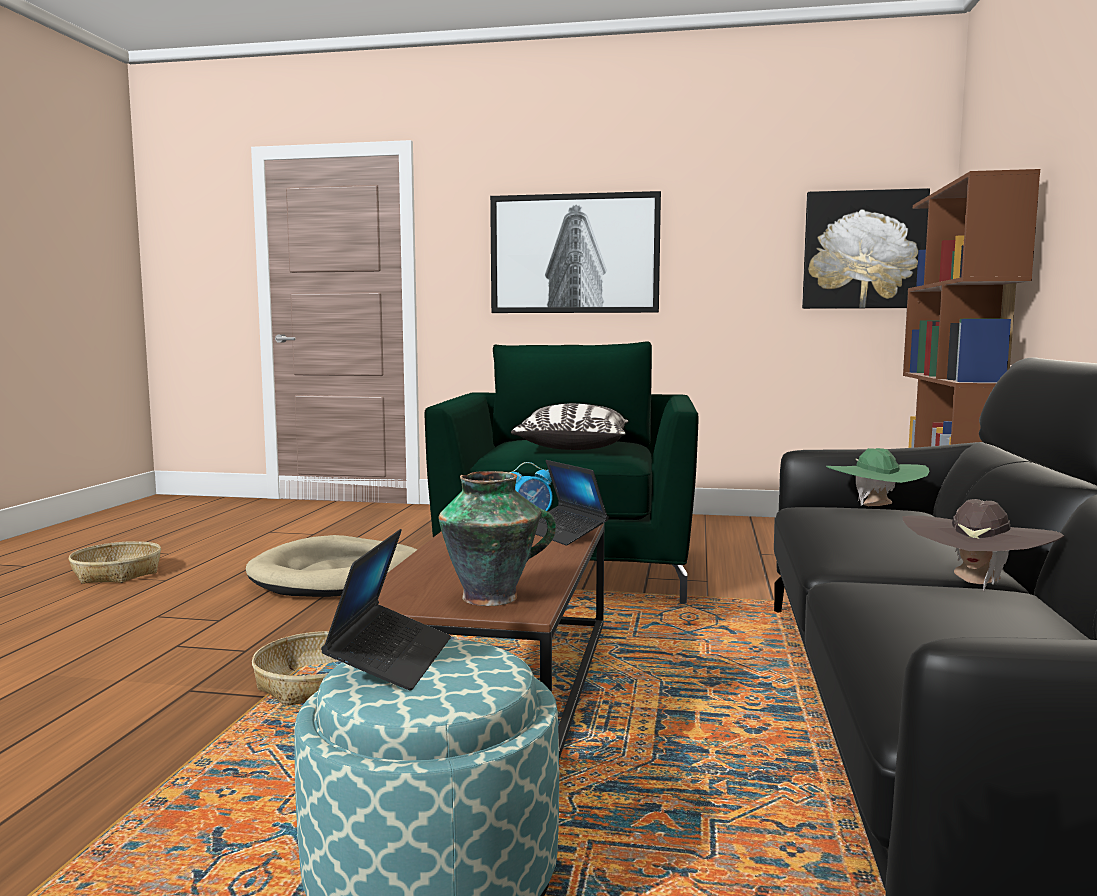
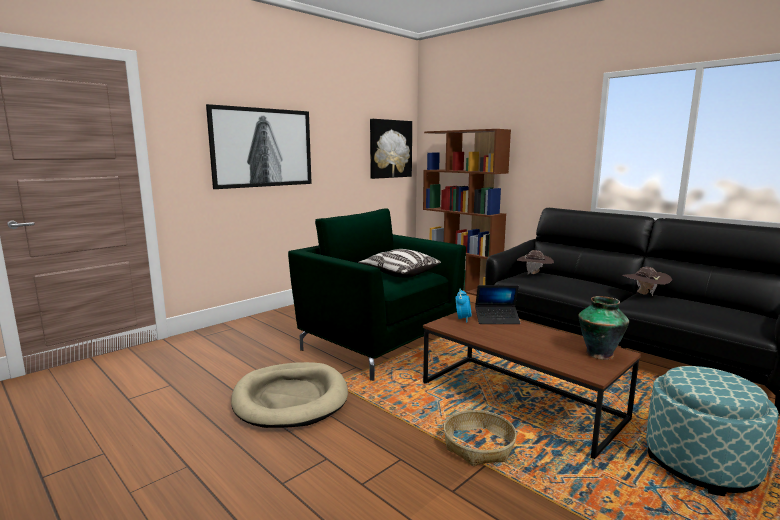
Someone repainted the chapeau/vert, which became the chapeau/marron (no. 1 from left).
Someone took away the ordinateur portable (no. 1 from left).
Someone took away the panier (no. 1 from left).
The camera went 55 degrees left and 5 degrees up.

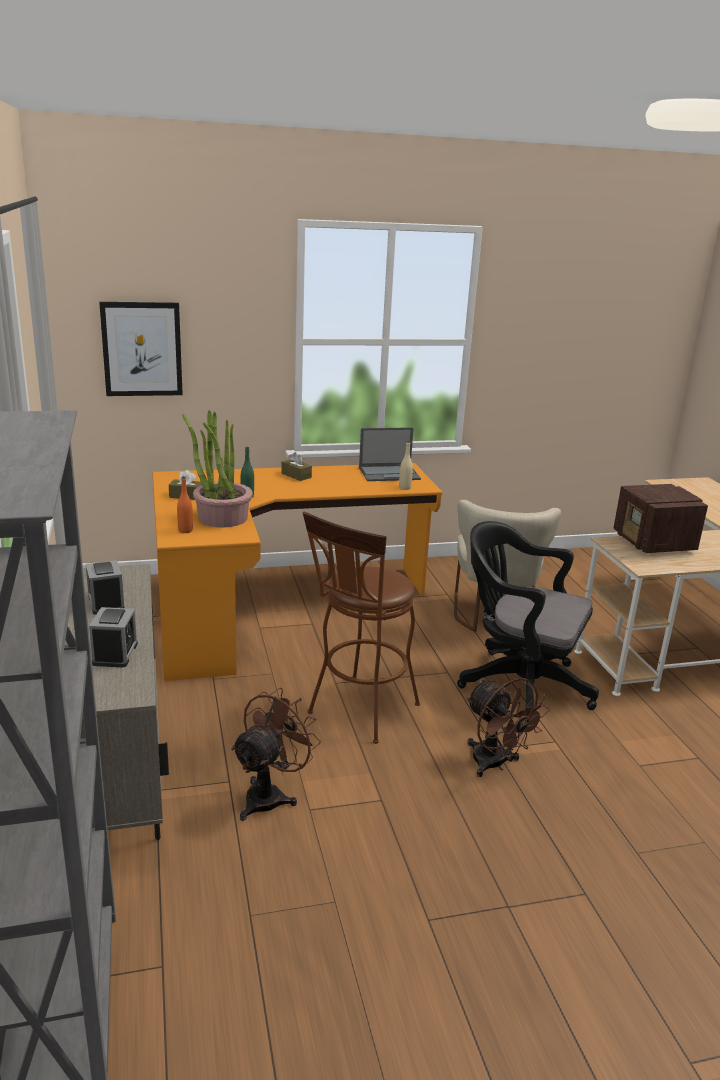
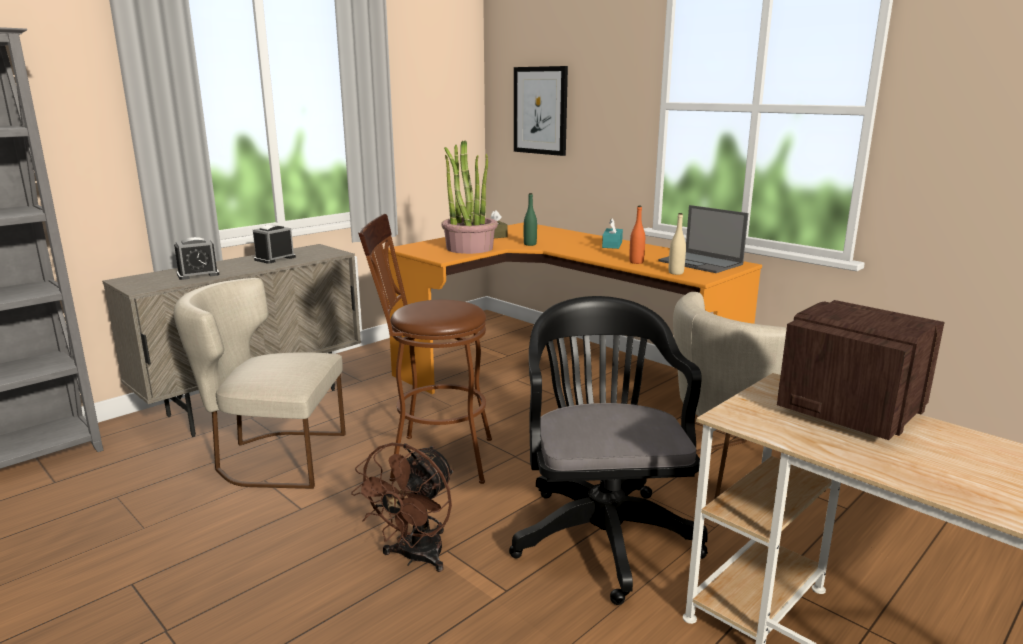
Someone repainted the boîte à mouchoirs/marron (no. 2 from left), which became the boîte à mouchoirs/turquoise.
Someone carried the bouteille/orange.
Someone swapped the ventilateur/marron (no. 1 from left) for the chaise/beige (no. 1 from left).
The camera went 60 degrees right and 5 degrees down.

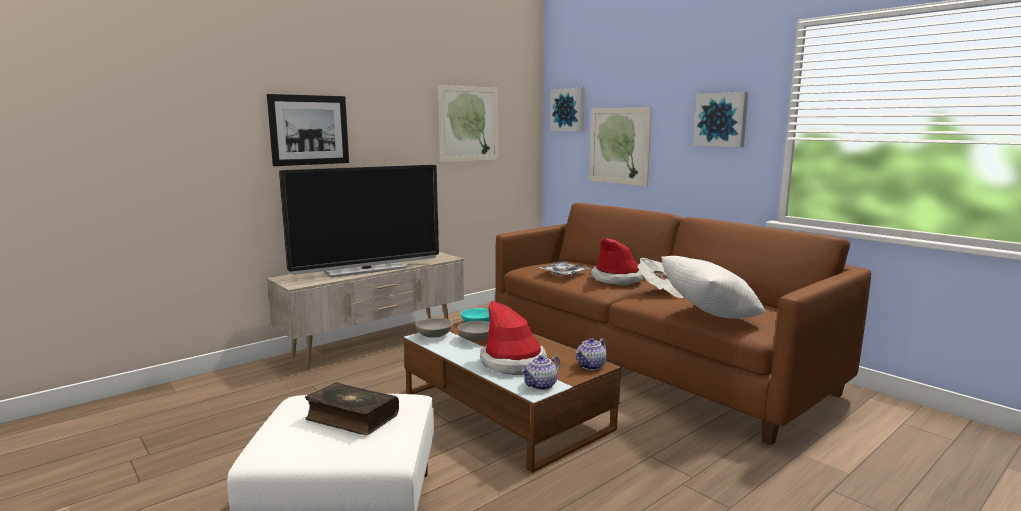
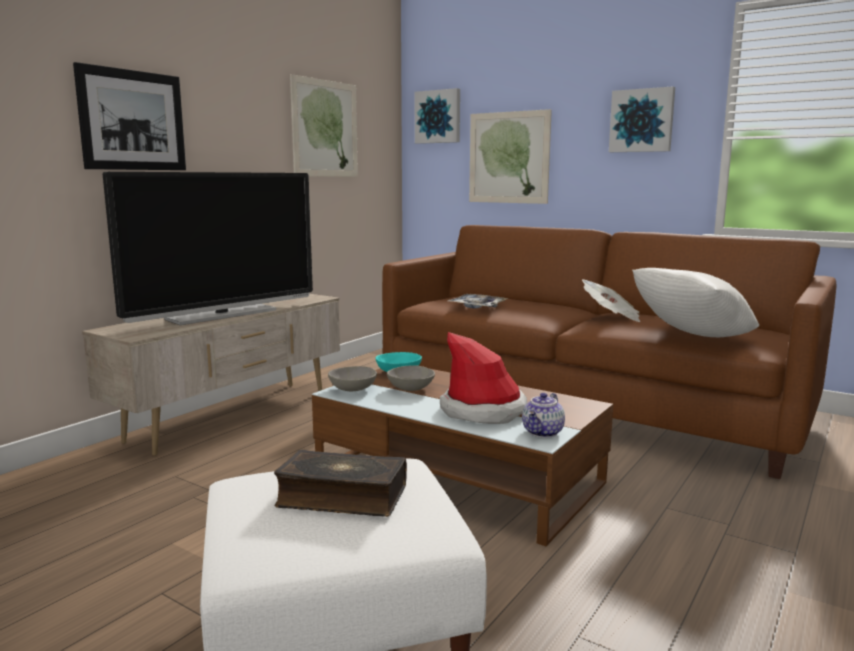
Someone took away the chapeau (no. 2 from left).
Someone took away the théière (no. 2 from left).
The camera went 15 degrees left and 0 degrees up.

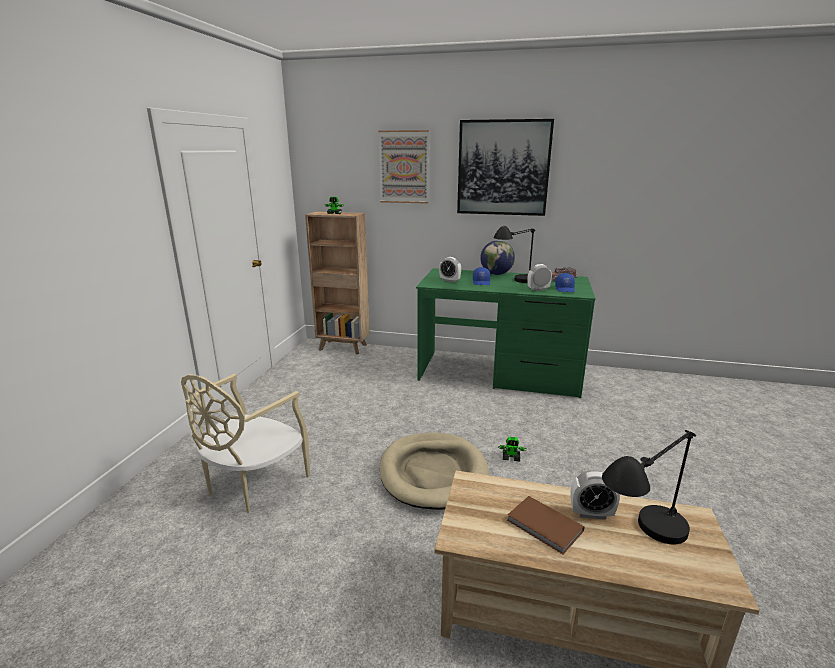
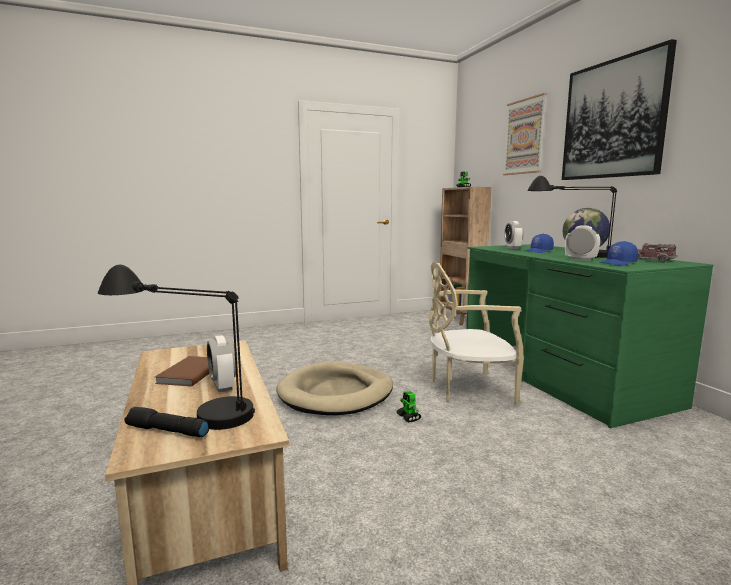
Someone carried the chaise/beige.
Someone put down the lampe de poche/noir.
The camera went 55 degrees right and 10 degrees down.

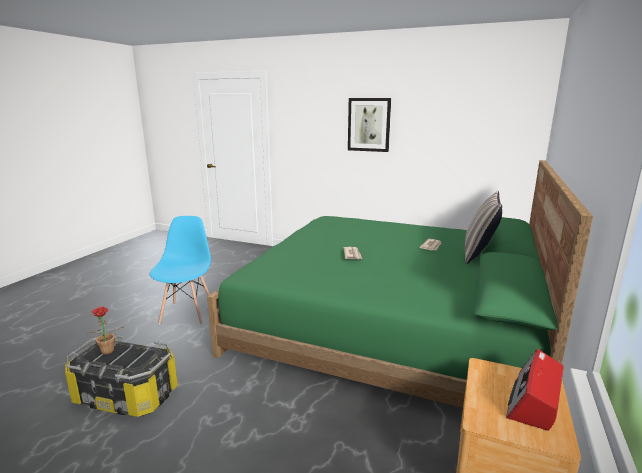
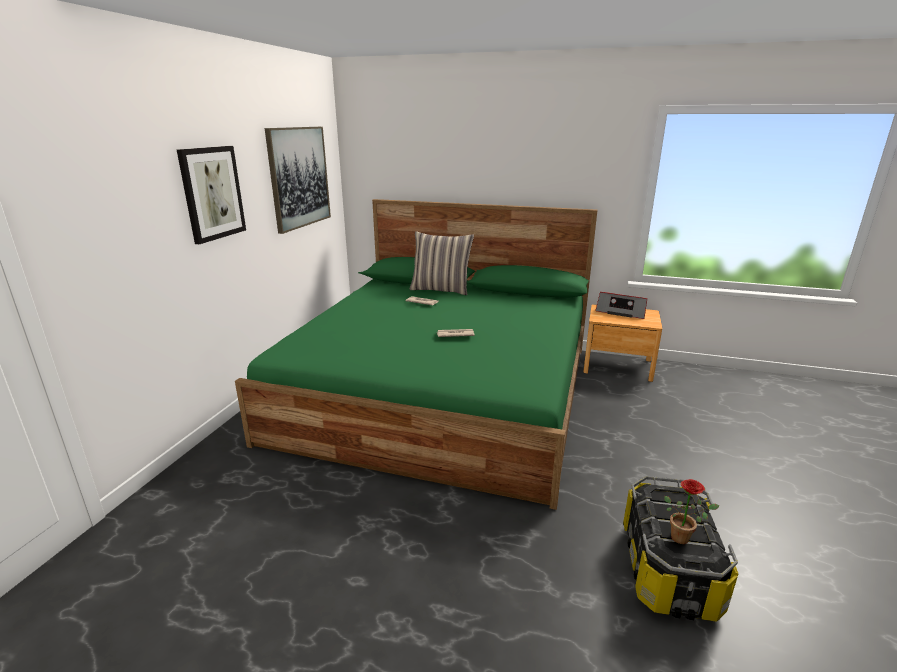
Someone took away the chaise/bleu.
Someone put up the tableau (no. 2 from left).
The camera went 95 degrees left and 5 degrees up.

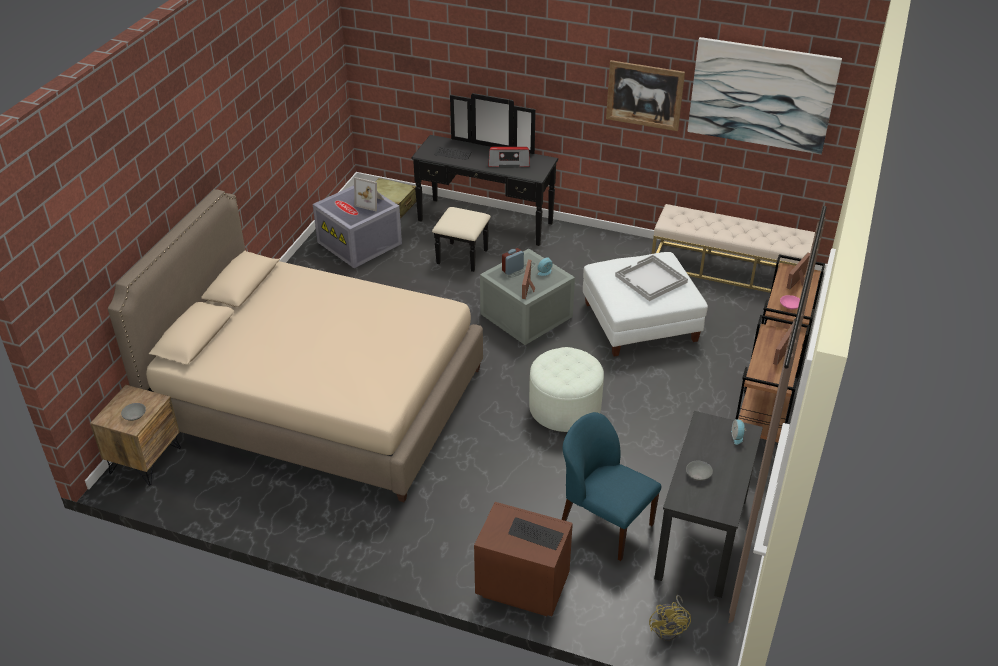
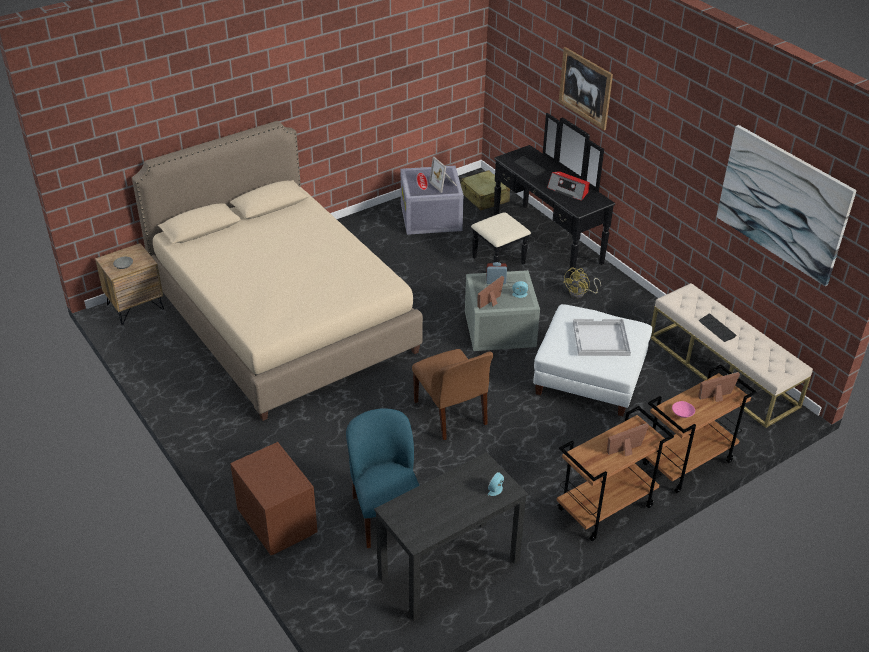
Someone carried the tableau (no. 1 from left).
Someone swapped the pouf/blanc (no. 1 from left) for the chaise/marron.
Someone took away the bol/gris (no. 2 from left).
Someone carried the clavier (no. 2 from left).
Someone carried the ventilateur/jaune.
The camera went 35 degrees right and 0 degrees up.

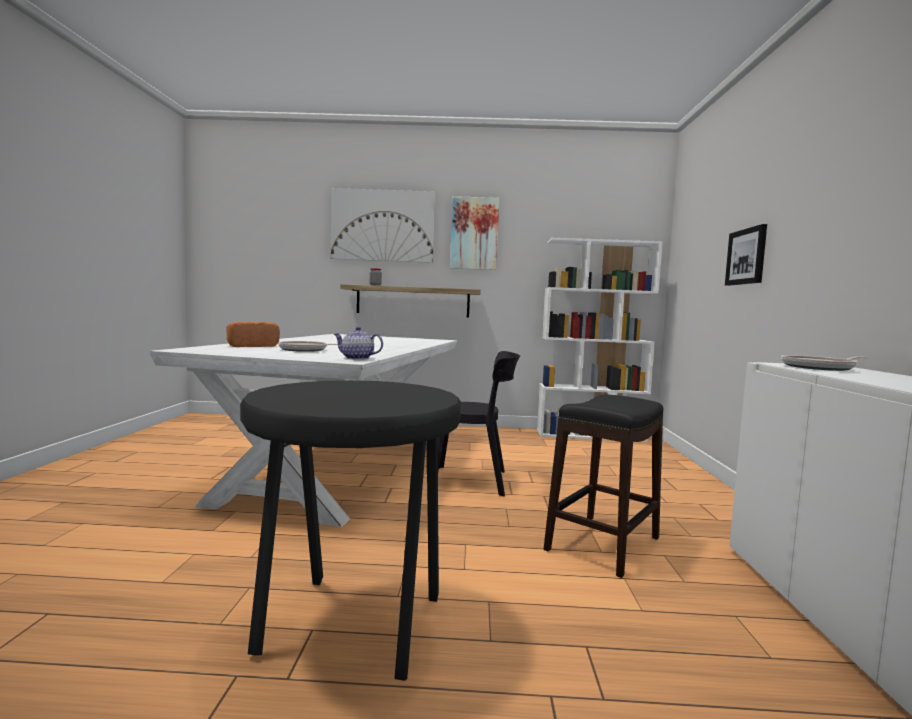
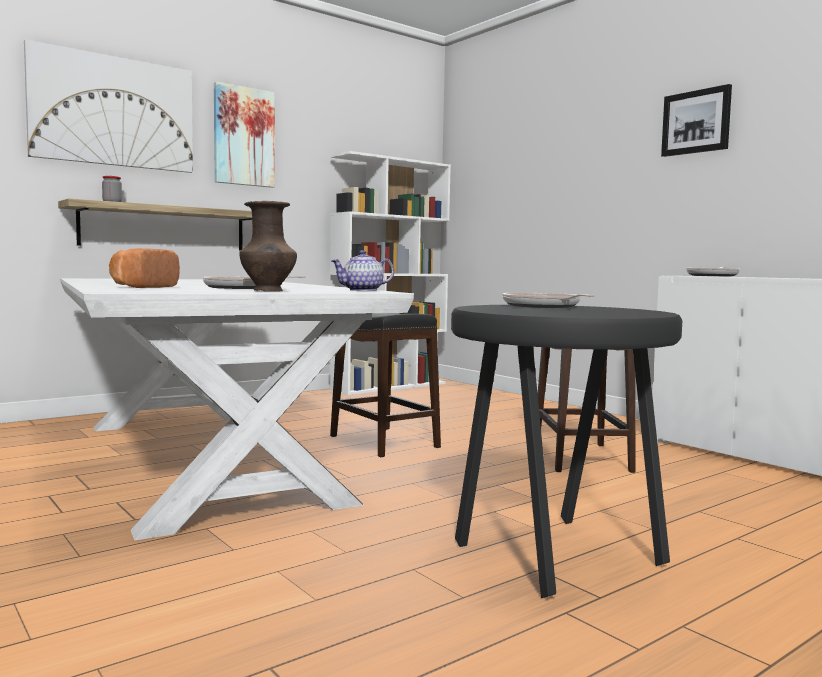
Someone carried the tableau (no. 3 from left).
Someone swapped the chaise/noir for the tabouret/noir (no. 1 from left).
Someone put down the vase/marron.
Someone put down the poêle (no. 2 from left).
The camera went 40 degrees left and 0 degrees up.

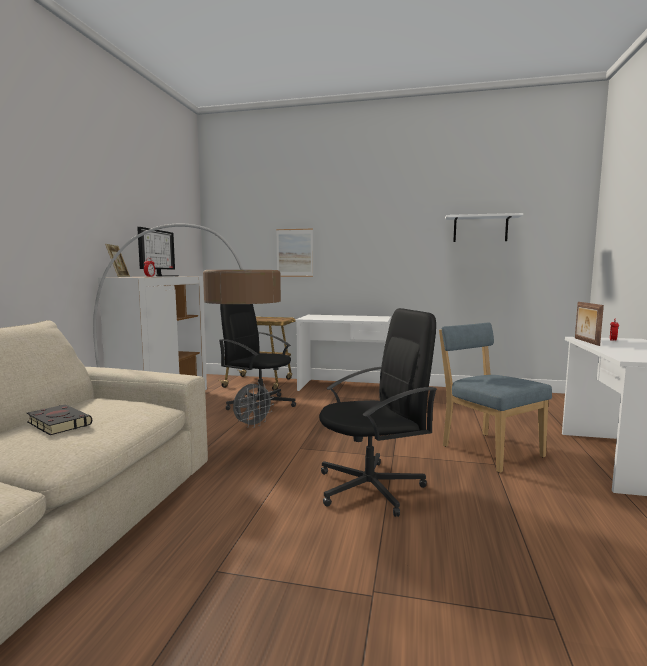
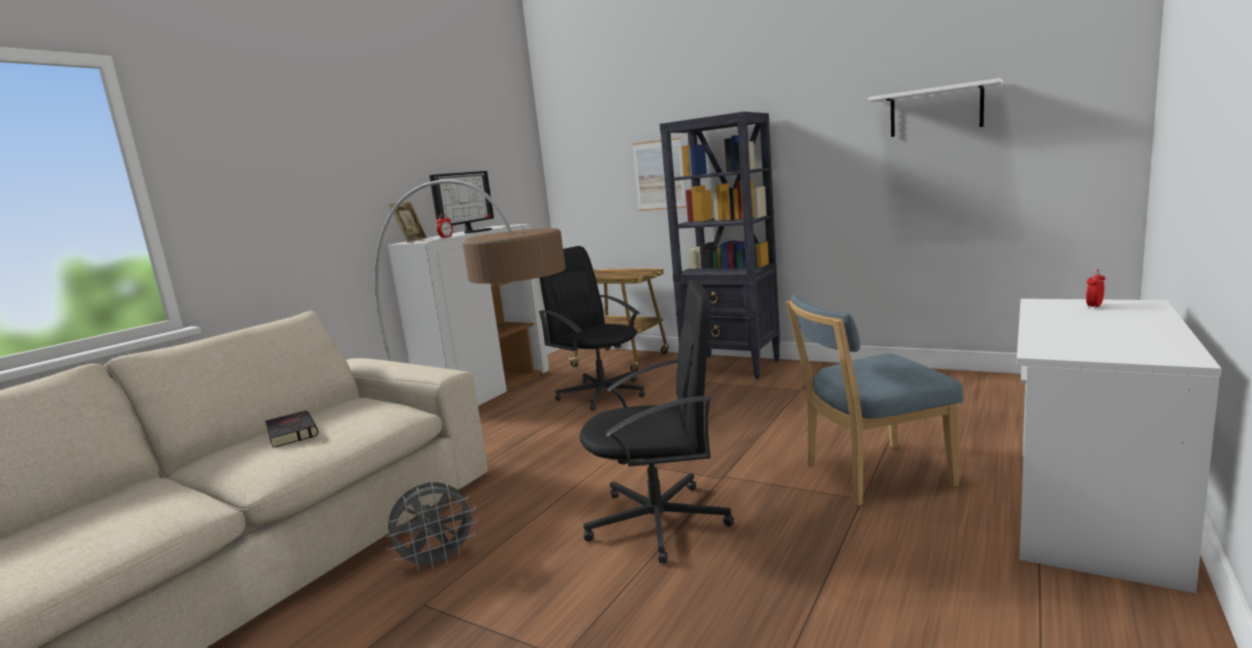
Someone took away the cadre photo (no. 2 from left).
Someone swapped the bureau/blanc (no. 1 from left) for the bibliothèque/noir.
Someone rotated the chaise/bleu by 90 degrees counterclockwise.
Someone carried the ventilateur/gris.
The camera went 20 degrees right and 5 degrees up.

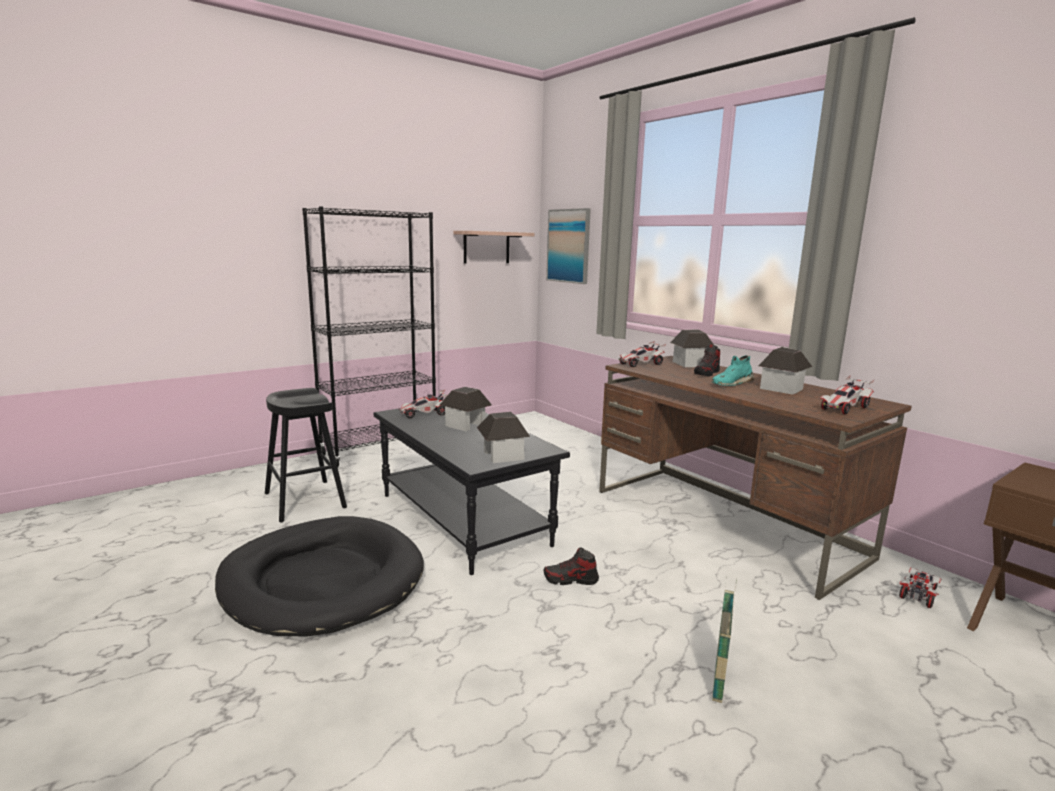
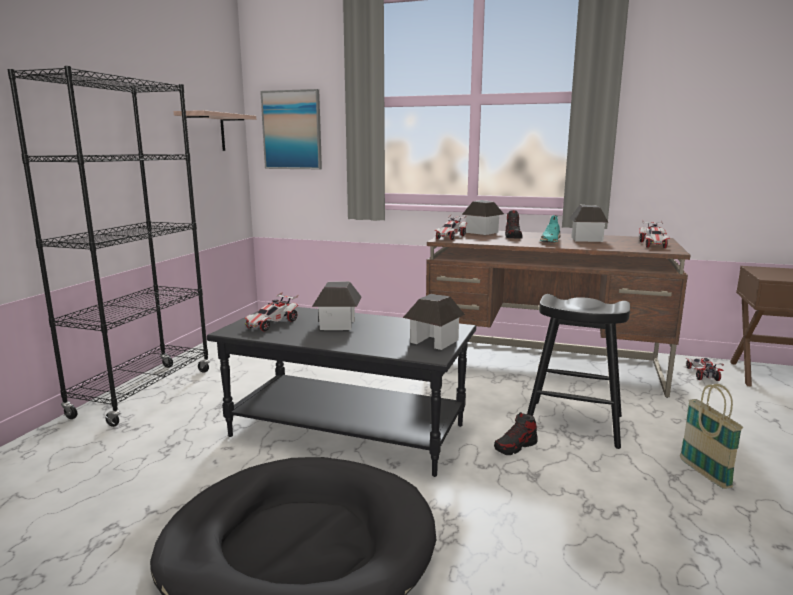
Someone carried the tabouret/noir.
The camera went 35 degrees left and 0 degrees up.

